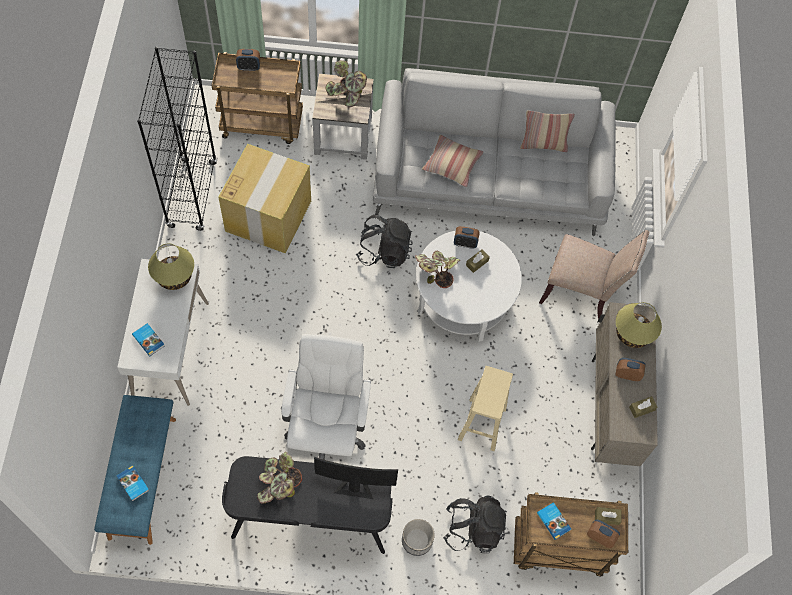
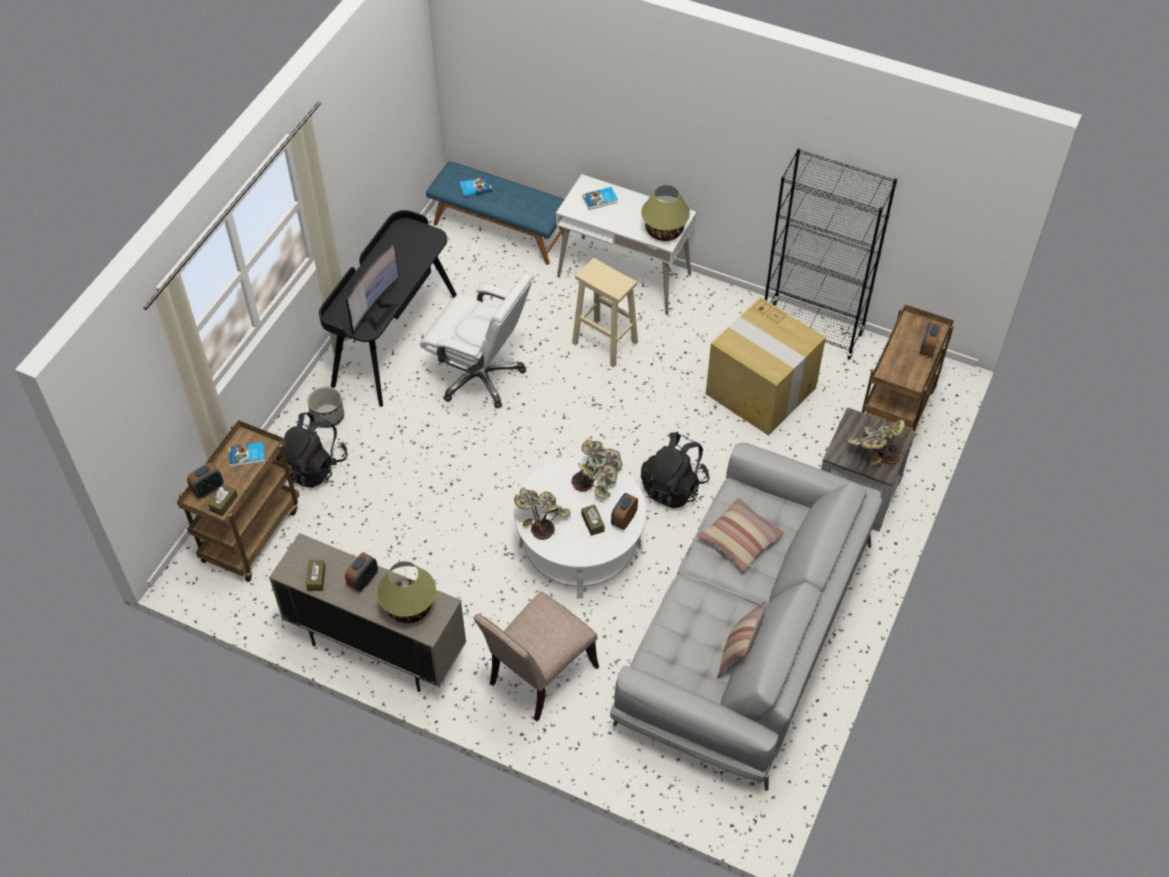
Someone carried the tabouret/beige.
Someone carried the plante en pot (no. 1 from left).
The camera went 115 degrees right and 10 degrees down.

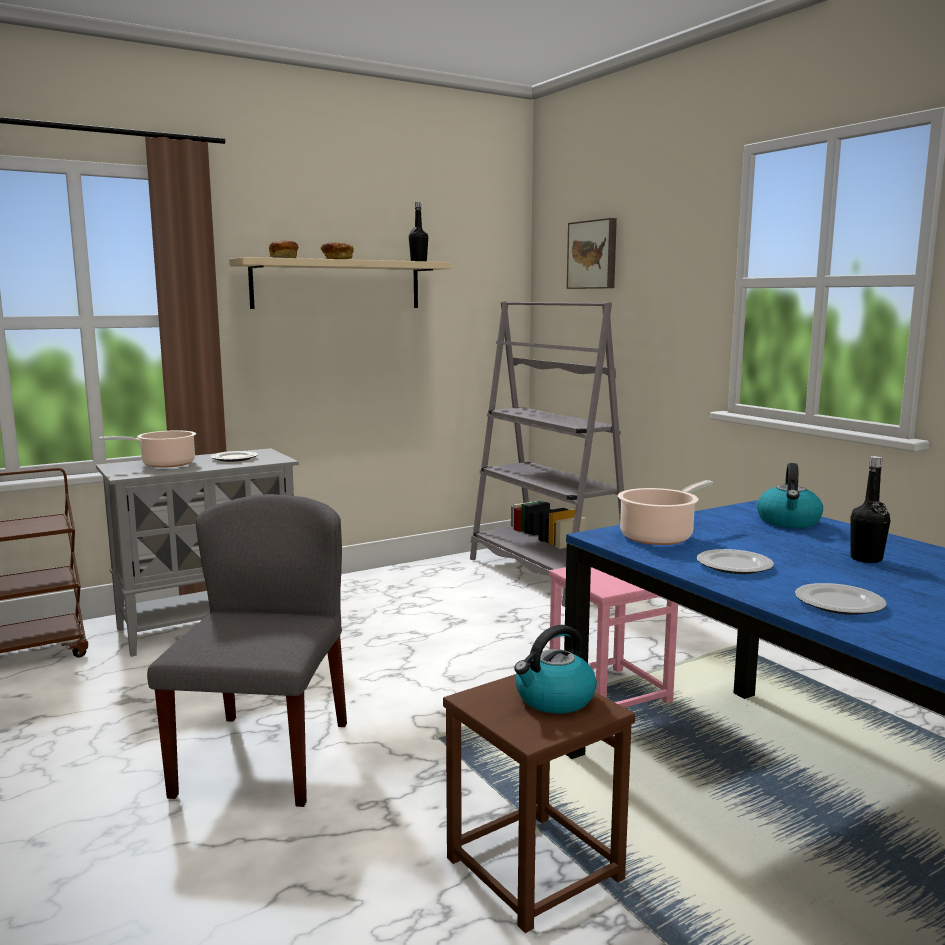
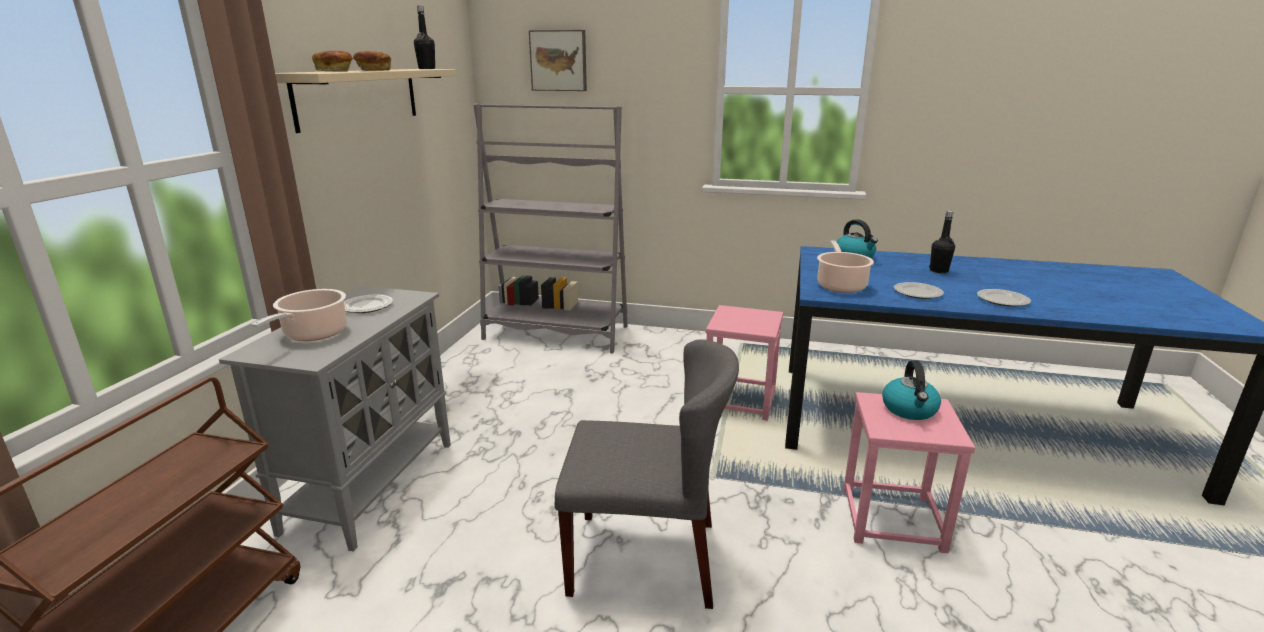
Someone rotated the chaise/gris by 135 degrees clockwise.
Someone repainted the tabouret/marron, which became the tabouret/rose (no. 2 from left).
The camera went 45 degrees left and 10 degrees up.

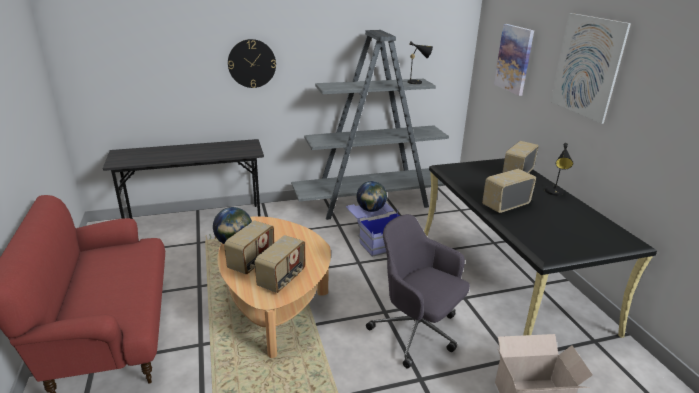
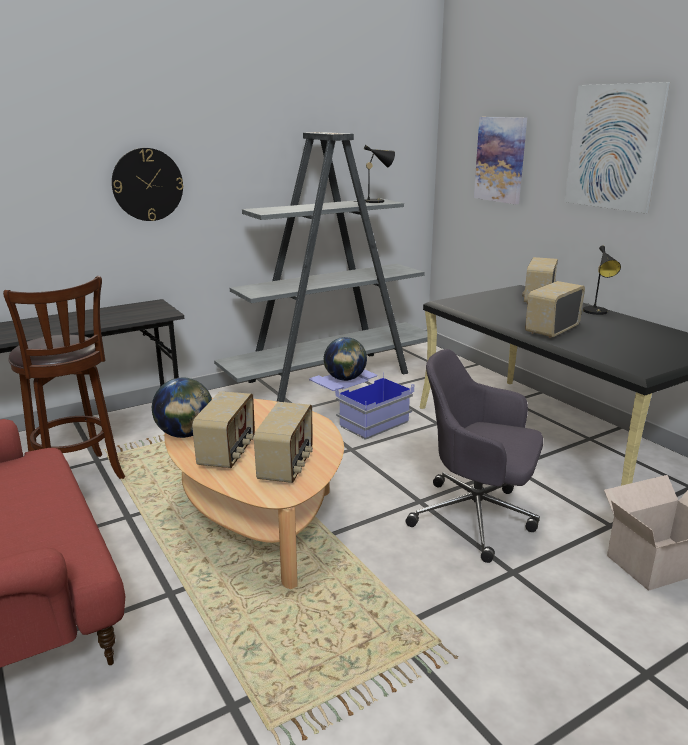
Someone put down the tabouret/marron.
The camera went 15 degrees left and 5 degrees down.

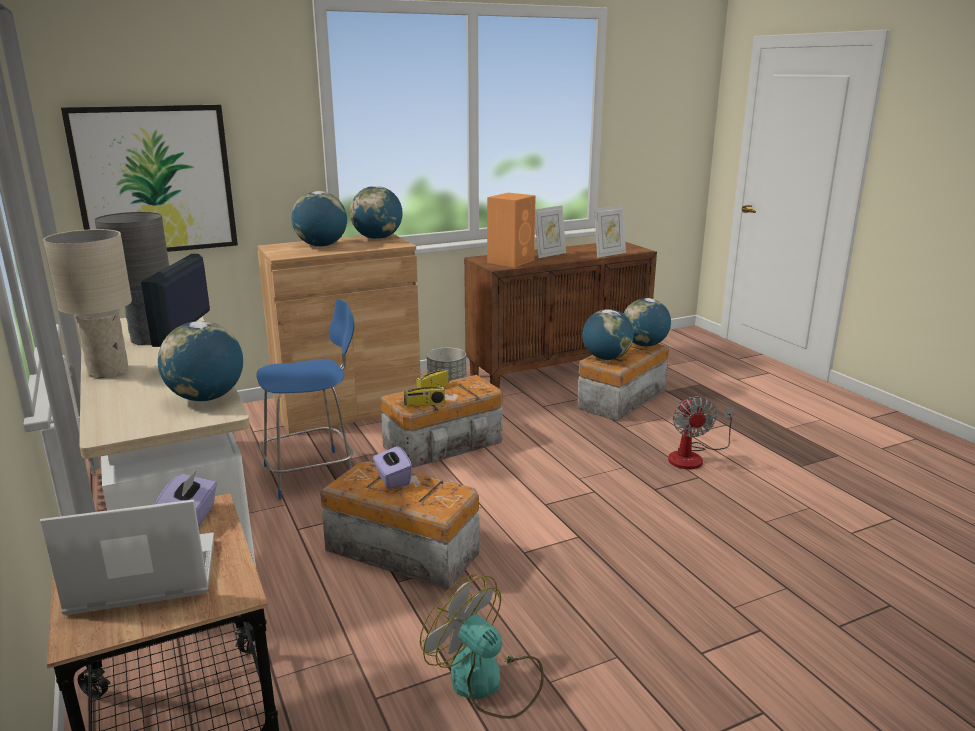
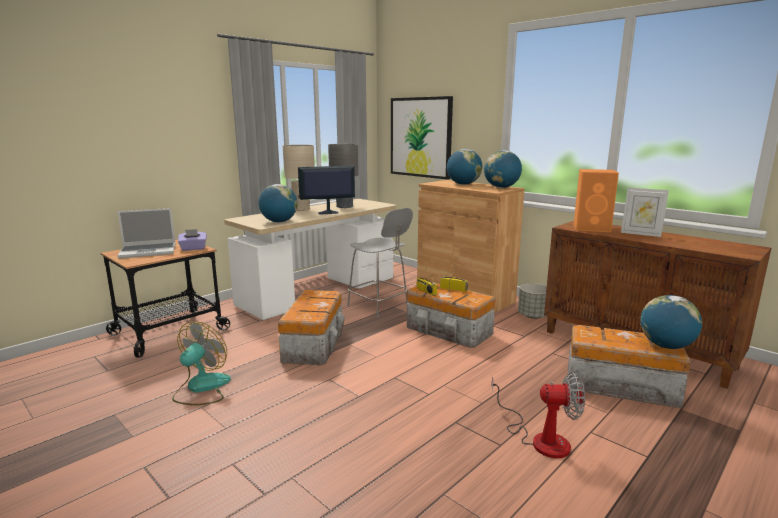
Someone took away the cadre photo (no. 2 from left).
Someone repainted the tabouret/bleu, which became the tabouret/gris.
Someone took away the globe (no. 4 from left).
Someone rotated the ventilateur (no. 2 from left) by 150 degrees counterclockwise.
Someone took away the boîte à mouchoirs/violet (no. 2 from left).
Someone rotated the ordinateur portable by 105 degrees clockwise.
The camera went 70 degrees right and 5 degrees down.

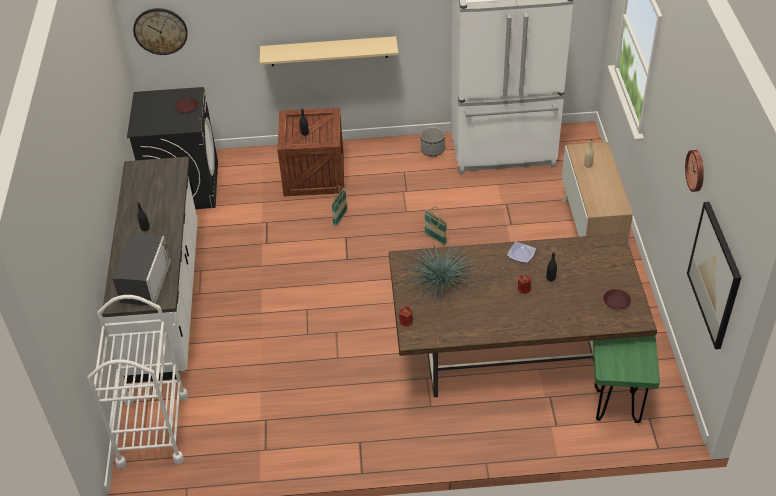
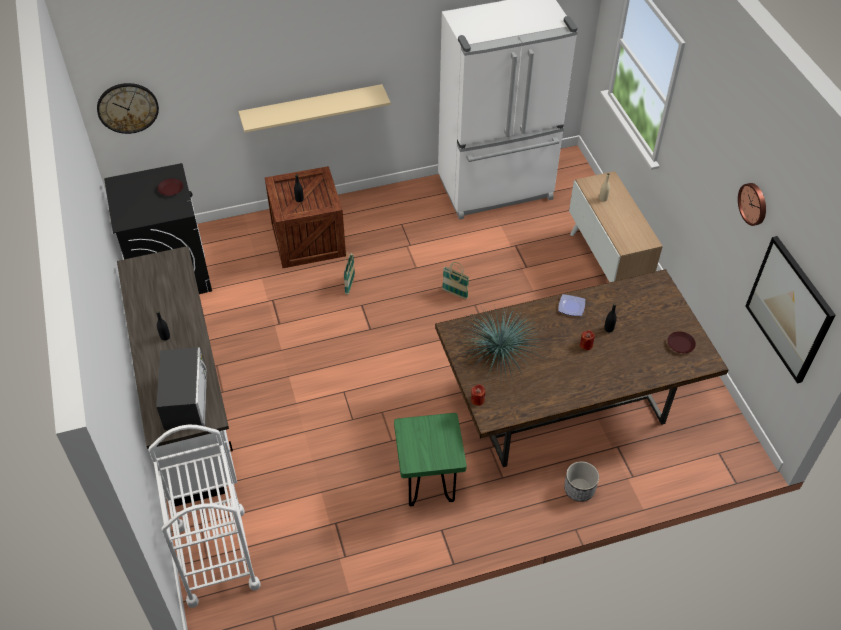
Someone carried the cache-pot.
Someone carried the tabouret/vert.
The camera went 15 degrees left and 5 degrees up.

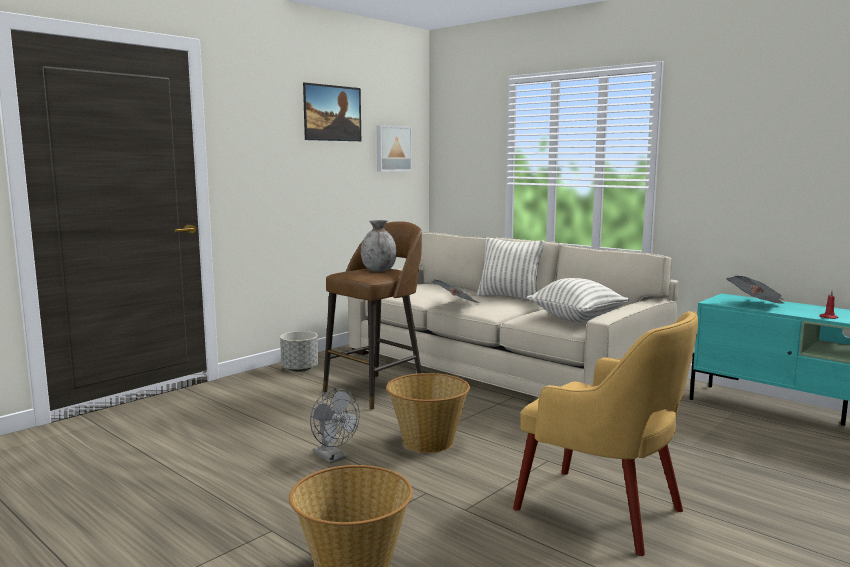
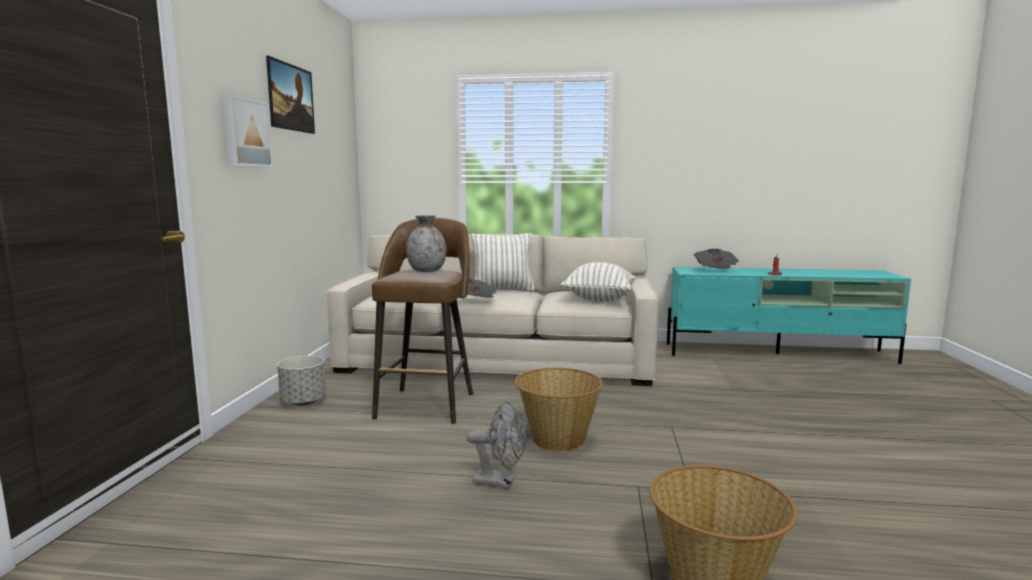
Someone carried the tableau (no. 2 from left in the first image).
Someone took away the fauteuil/jaune.
The camera went 35 degrees left and 0 degrees up.

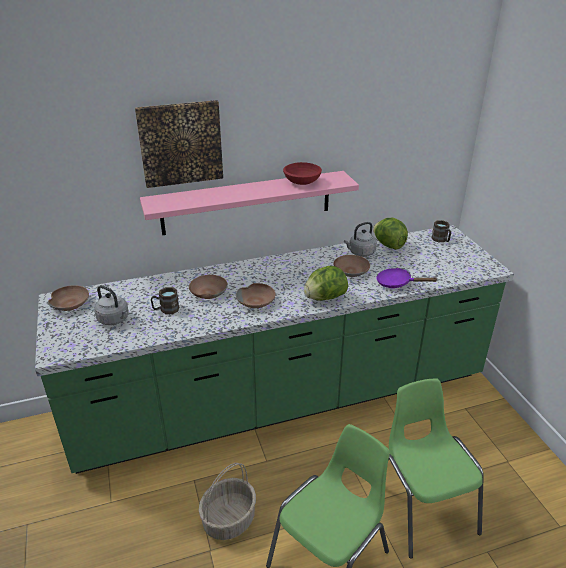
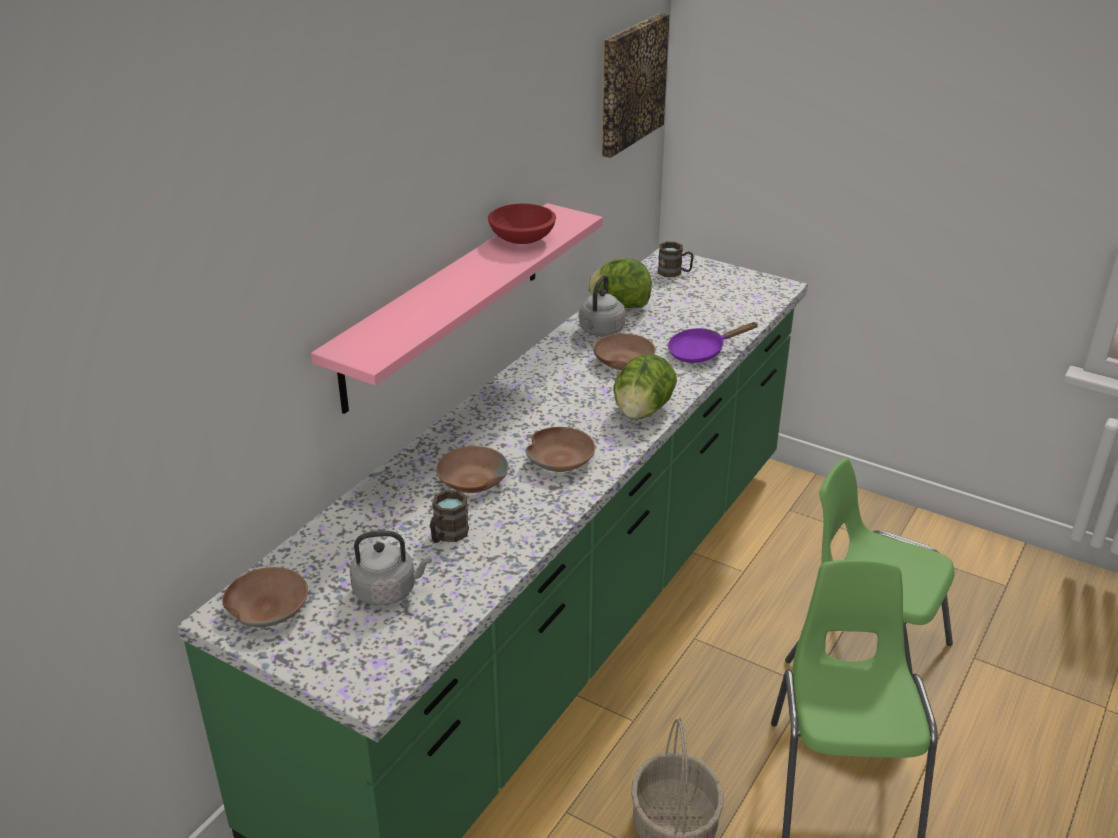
Someone carried the tableau.
The camera went 40 degrees left and 0 degrees up.

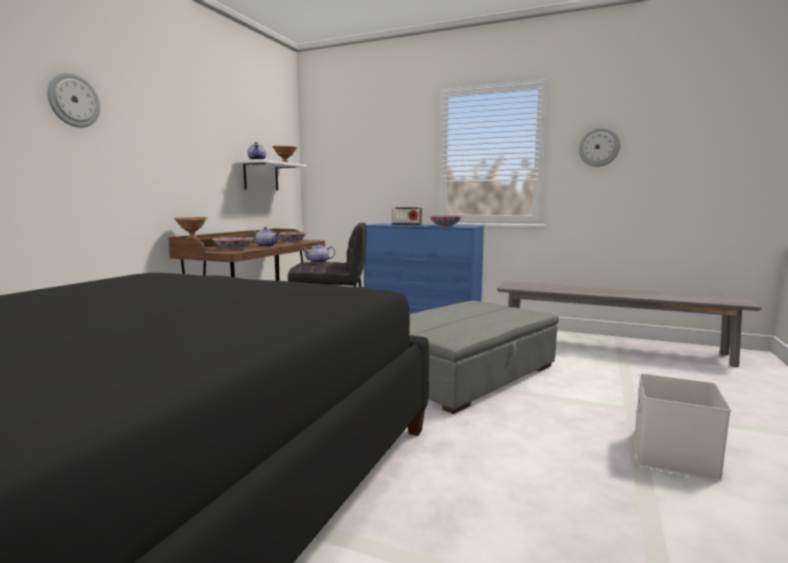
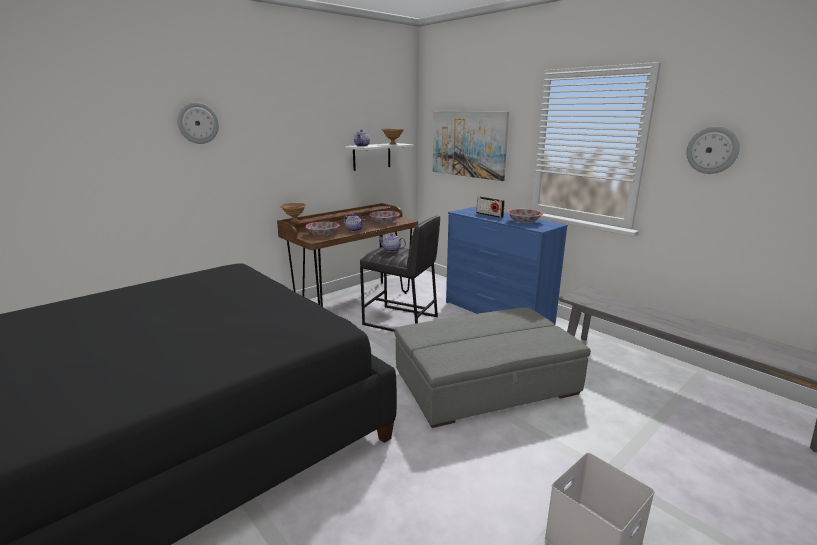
Someone put up the tableau.
The camera went 25 degrees right and 10 degrees up.

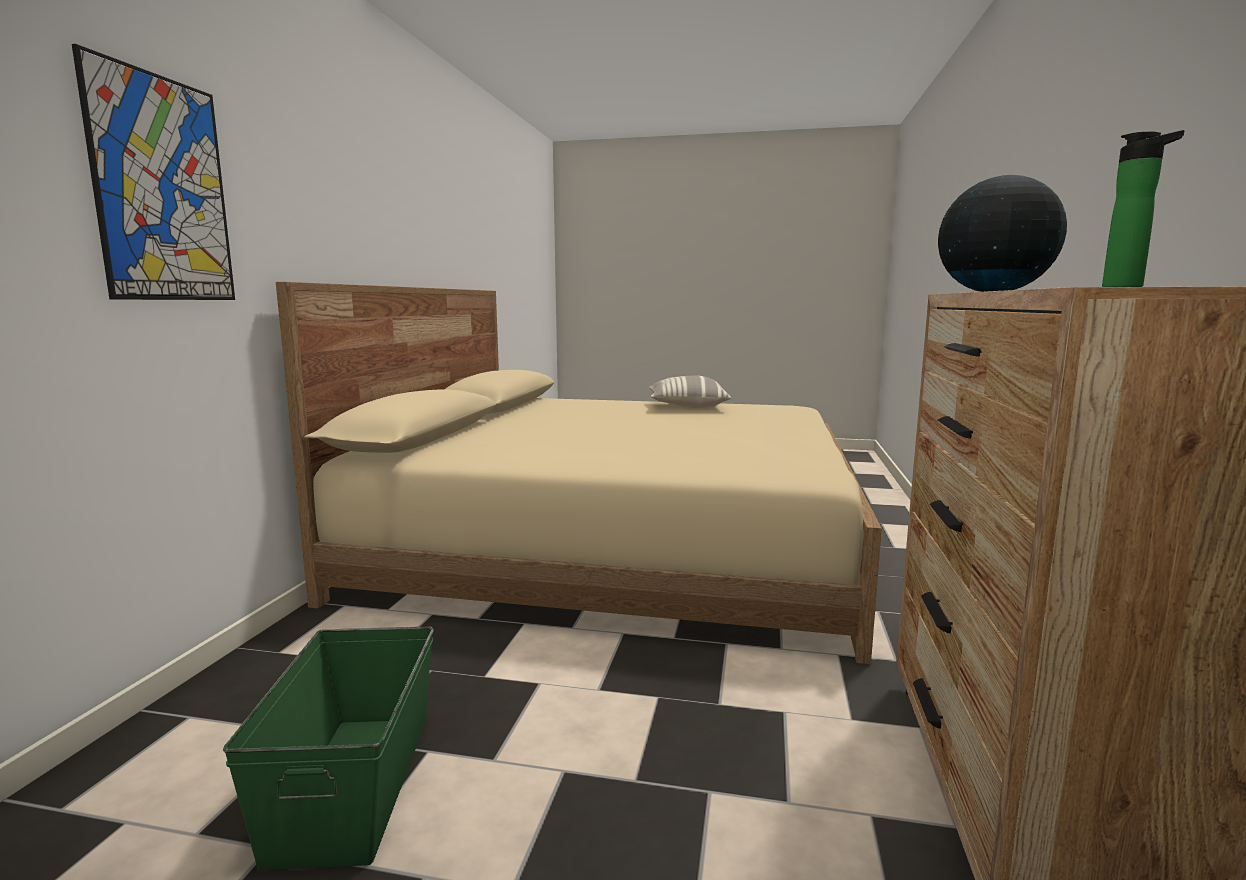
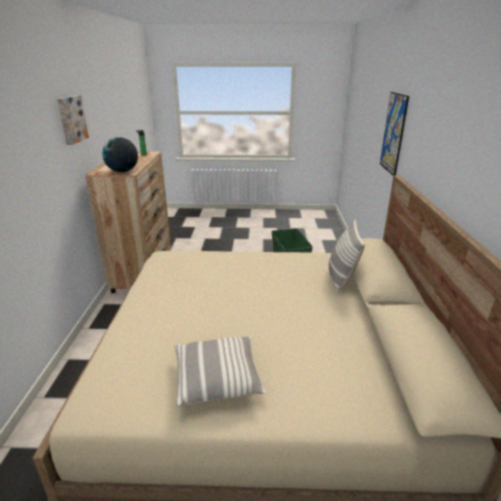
Someone put up the tableau (no. 1 from left).
Someone put down the coussin (no. 2 from left).
The camera went 170 degrees right and 15 degrees up.

